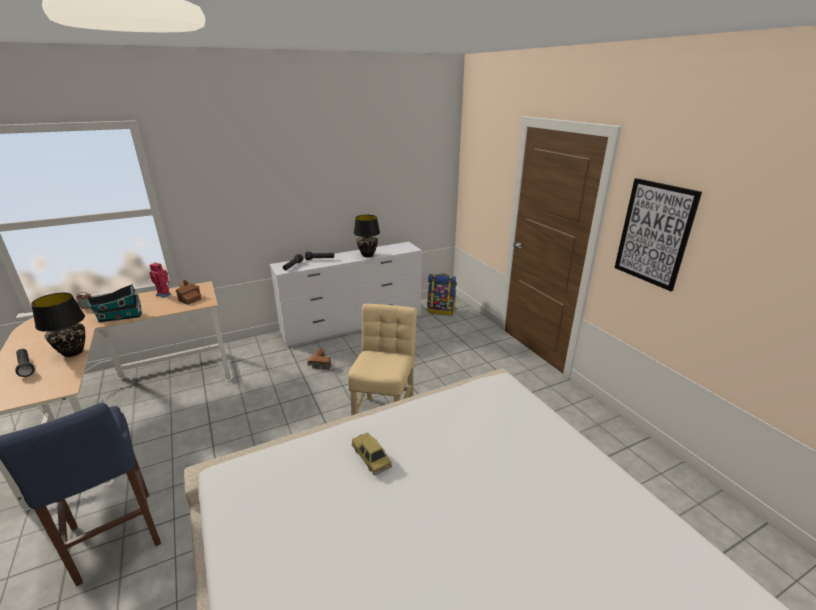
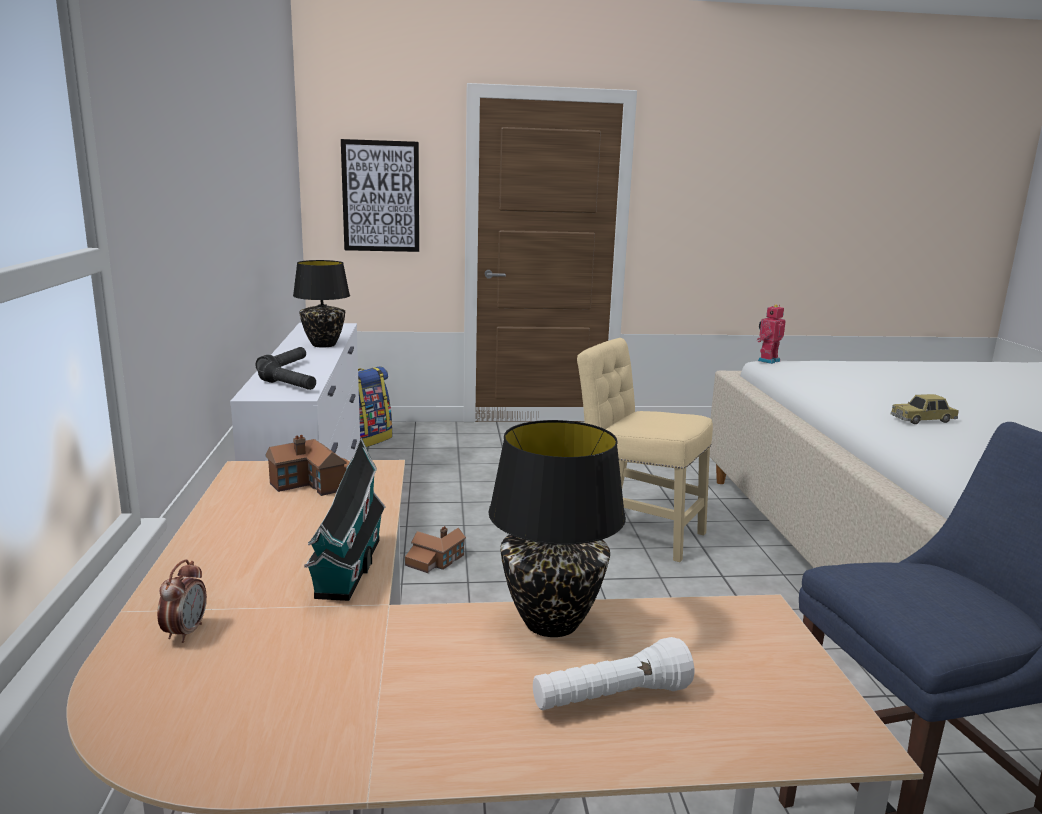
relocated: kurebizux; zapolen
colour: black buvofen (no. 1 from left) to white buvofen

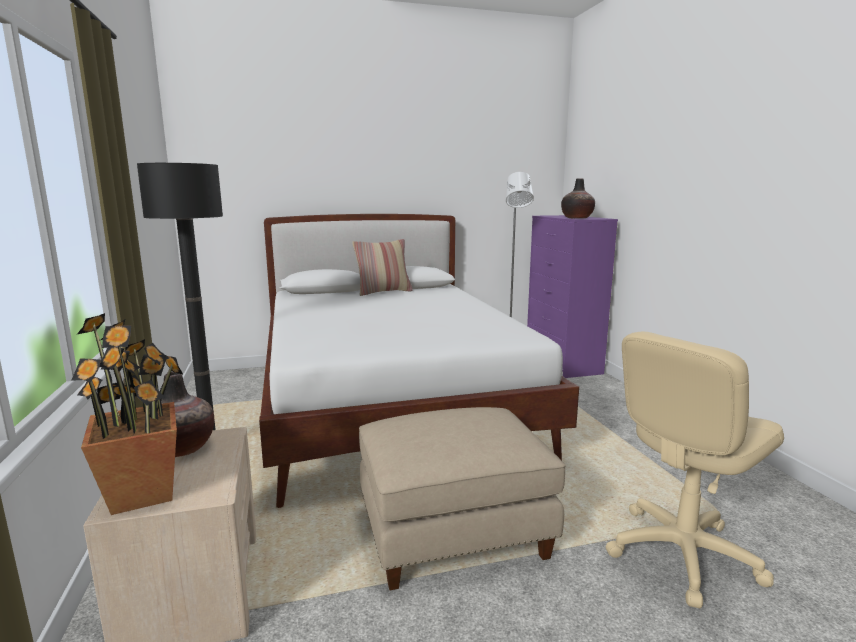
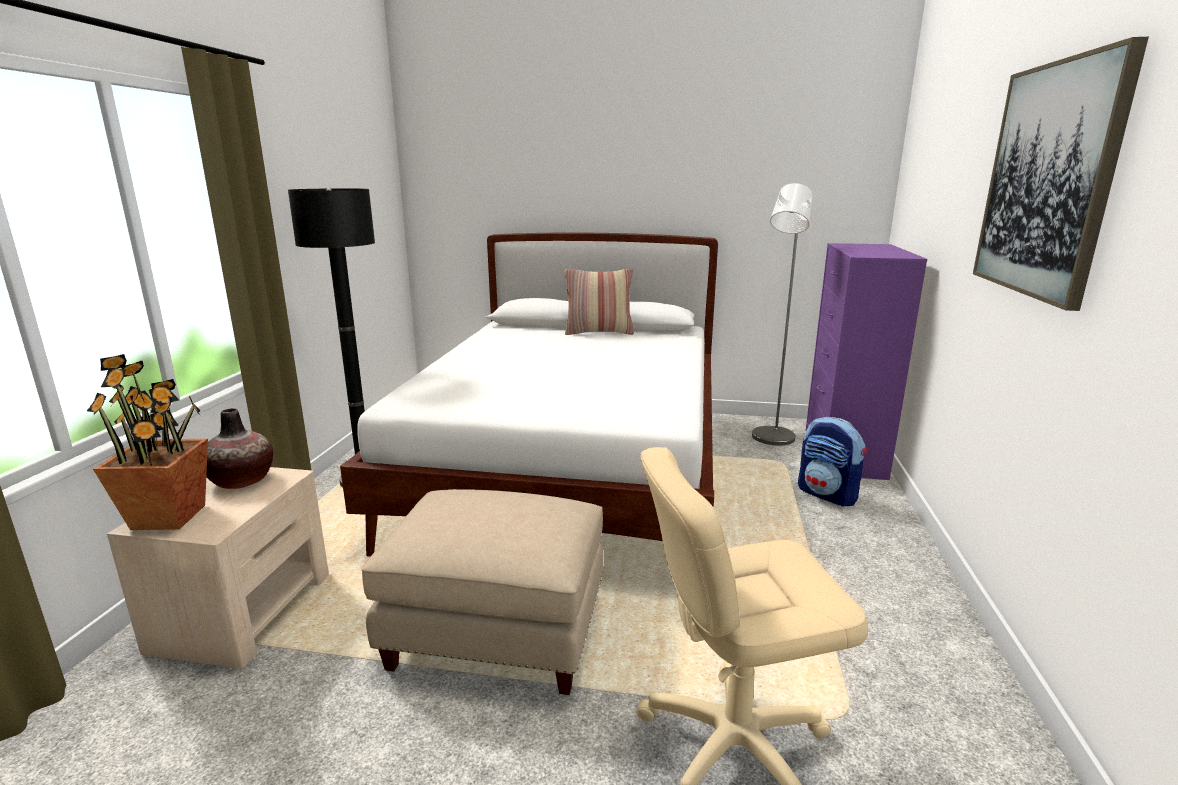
missing: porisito (no. 2 from left)
appeared: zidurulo; kurebizux

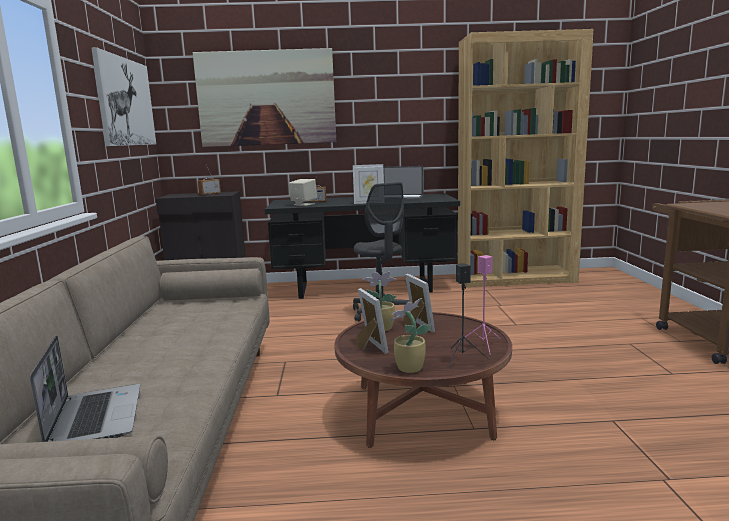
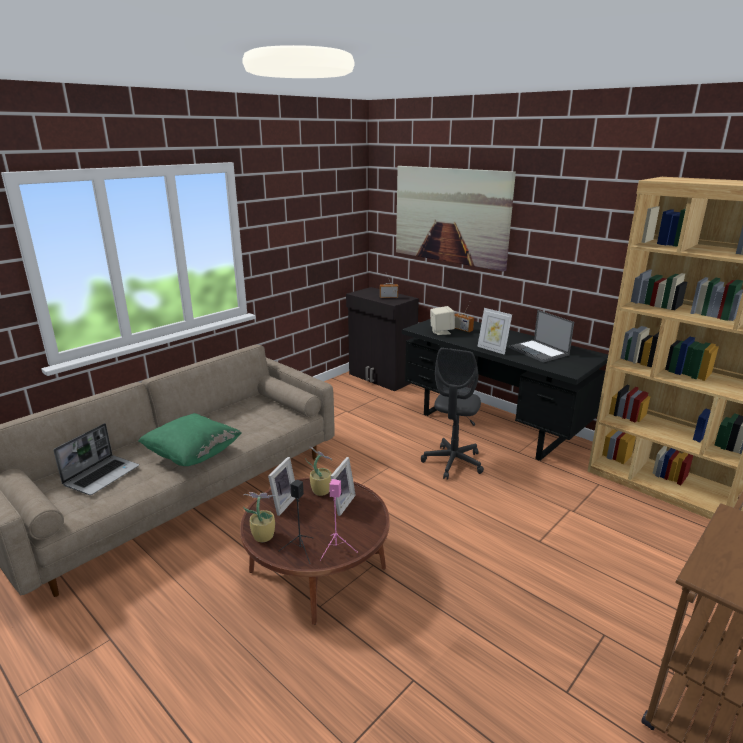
missing: kurebizux (no. 1 from left)
appeared: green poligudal

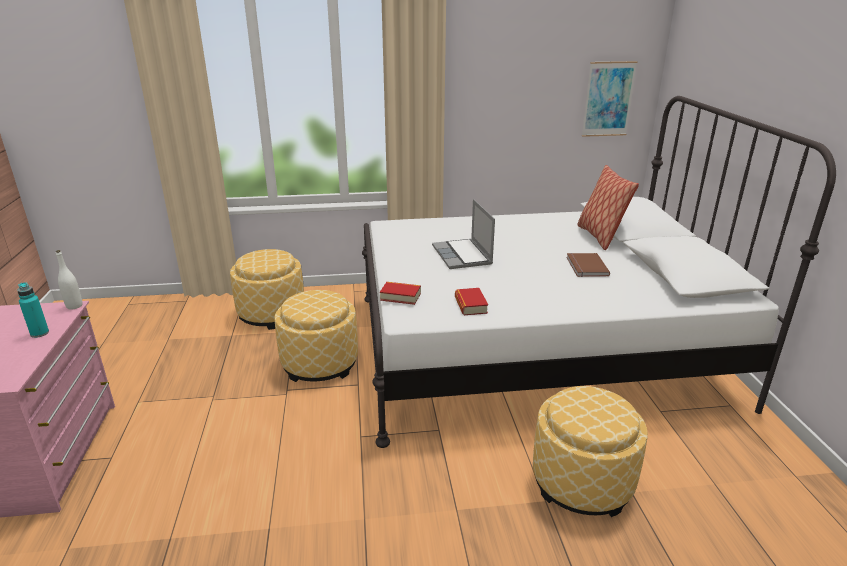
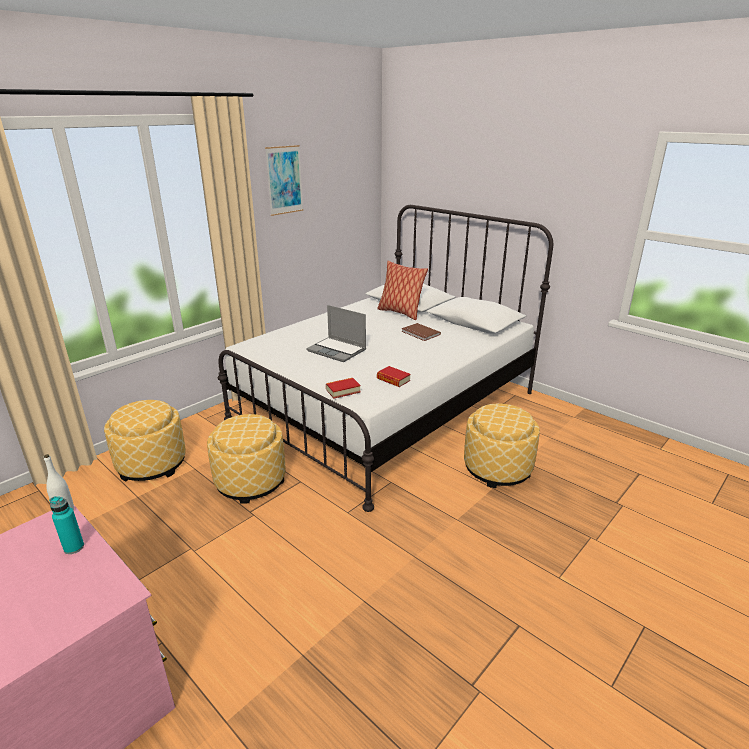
relocated: kurebizux

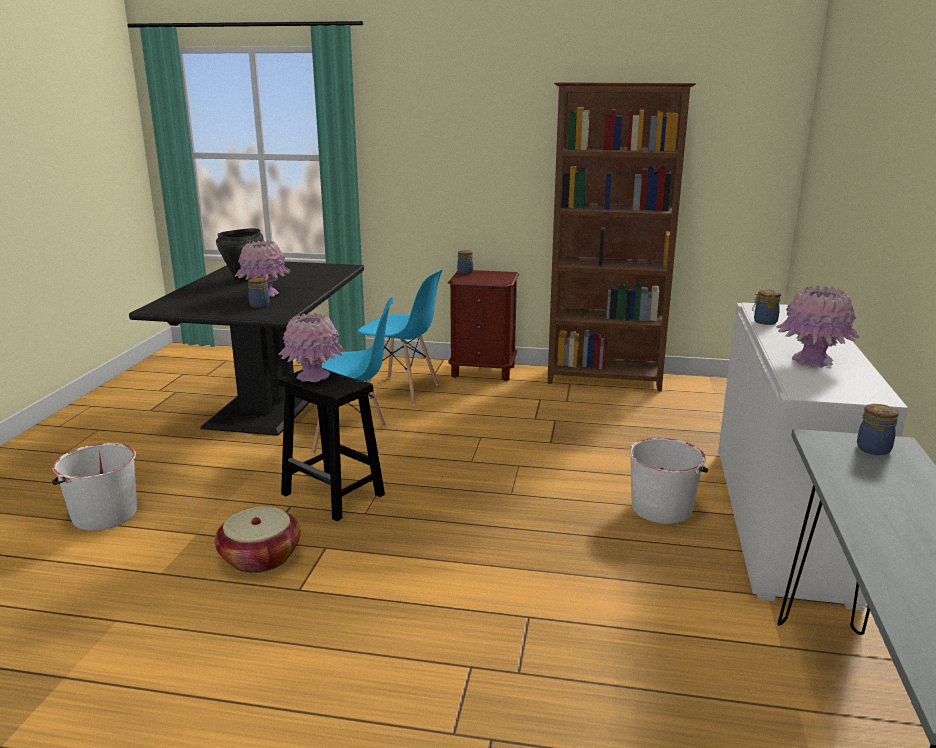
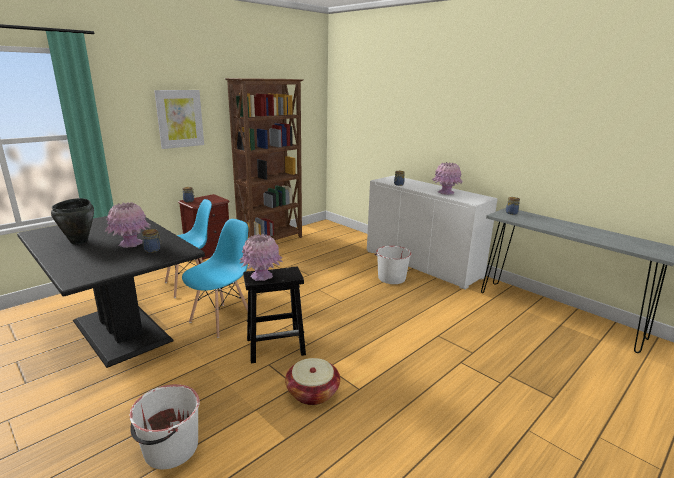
appeared: kurebizux

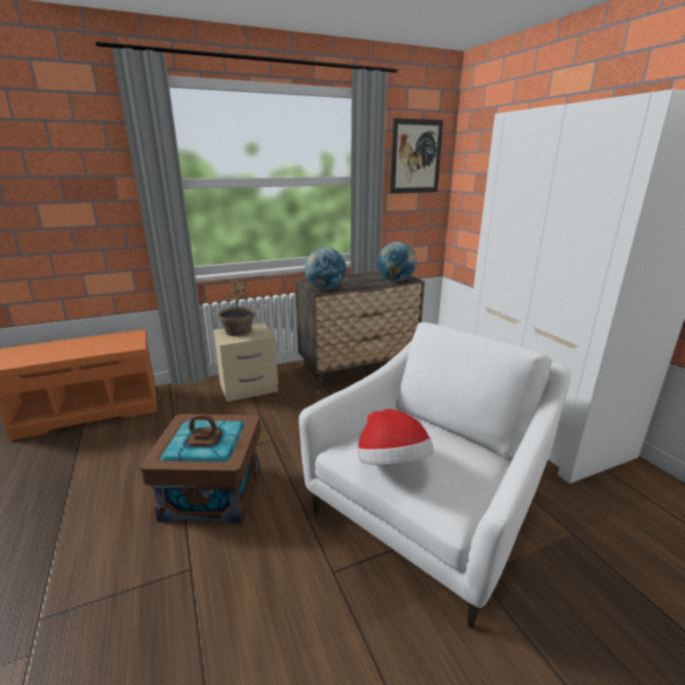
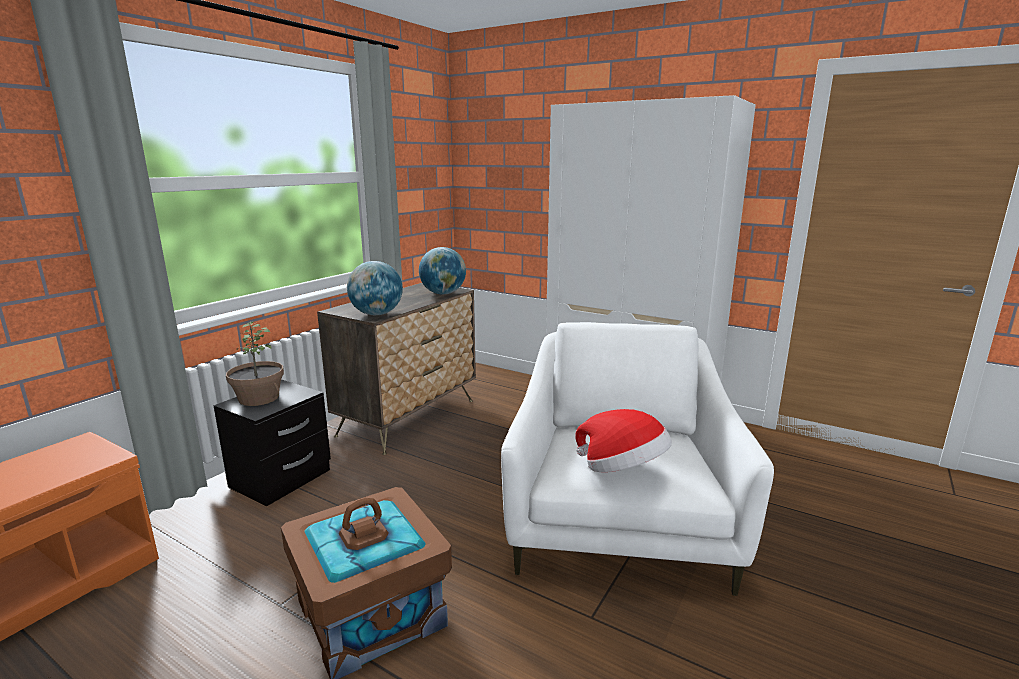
missing: kurebizux
colour: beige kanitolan to black kanitolan

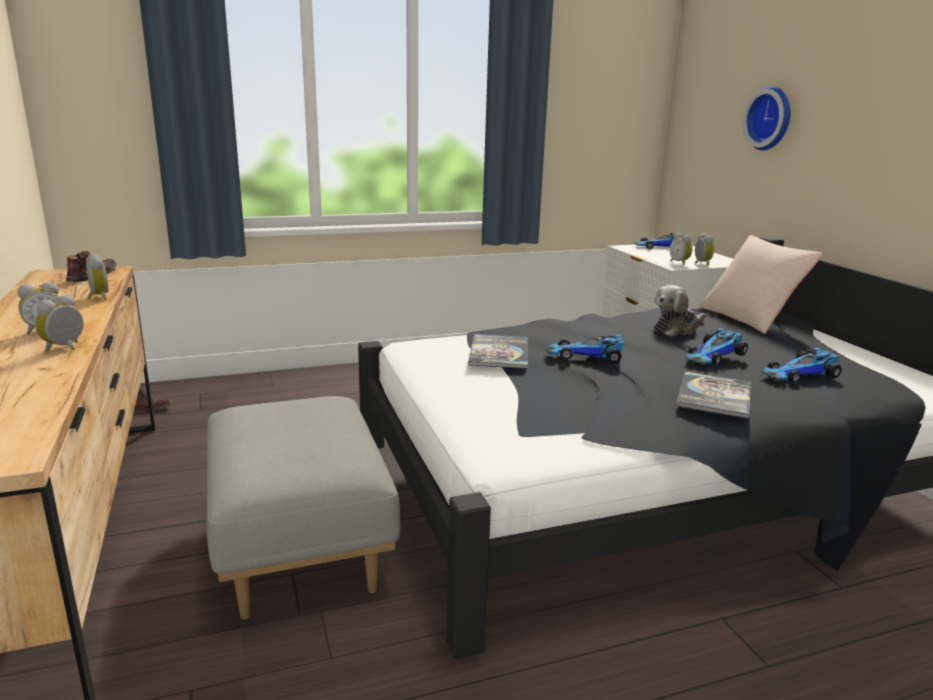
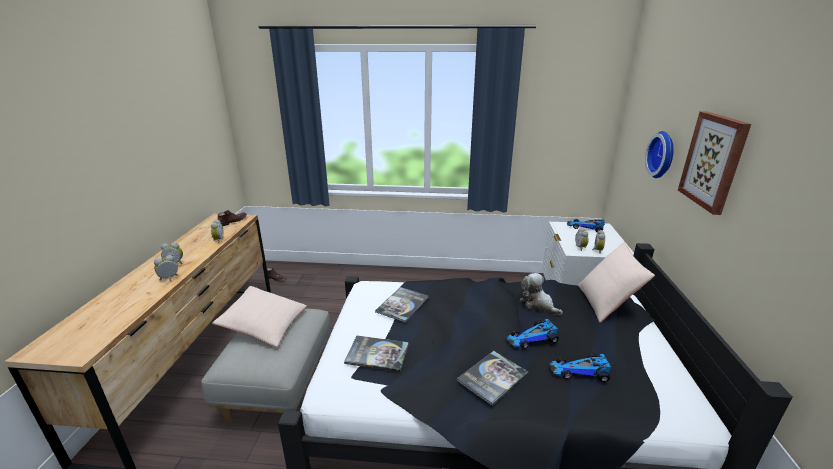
missing: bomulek (no. 1 from left)
appeared: beige poligudal (no. 1 from left); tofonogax (no. 1 from left); kurebizux
spun: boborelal 60 degrees clockwise

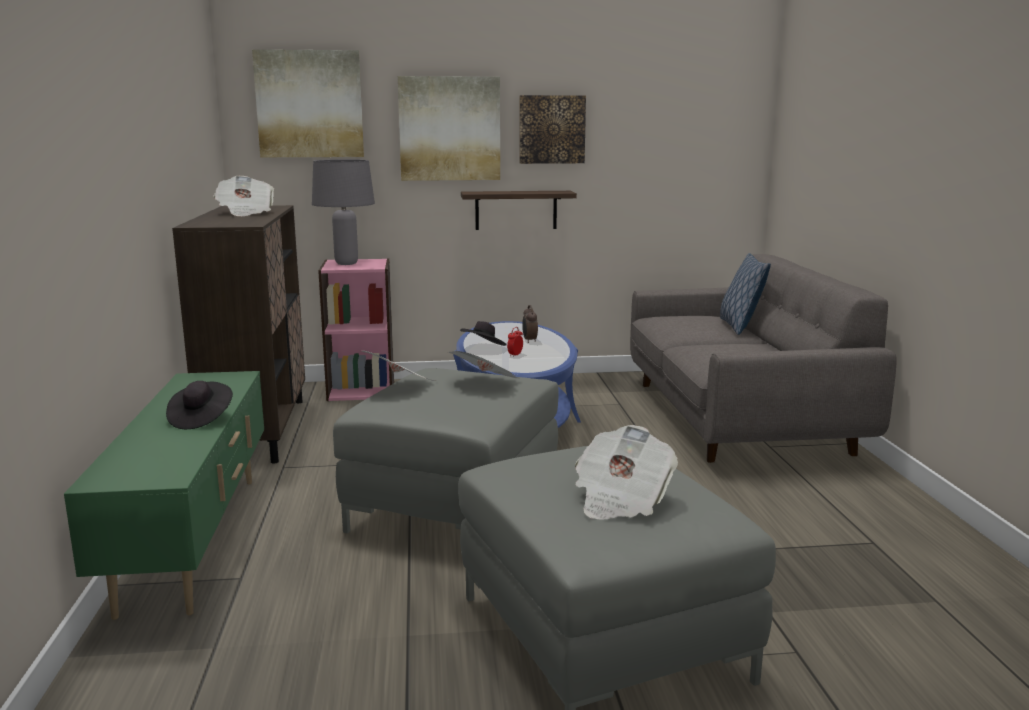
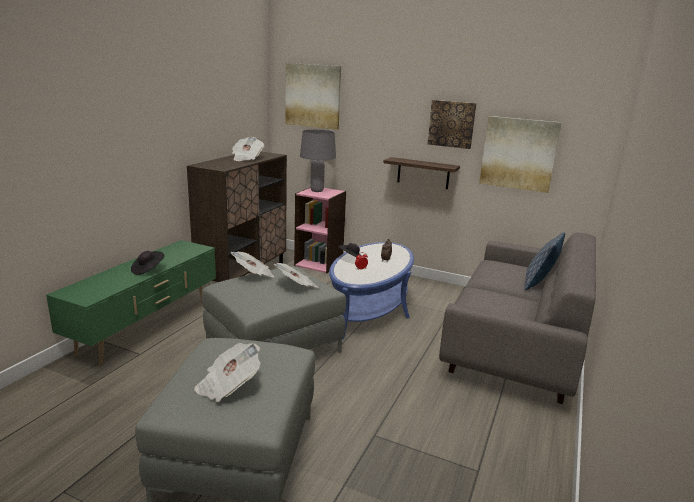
relocated: kurebizux (no. 2 from left in the first image) to kurebizux (no. 3 from left)

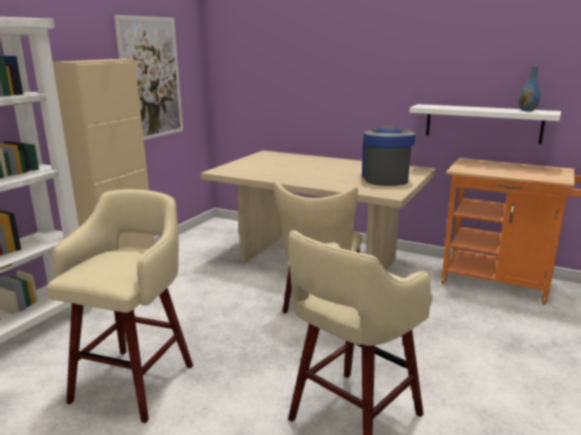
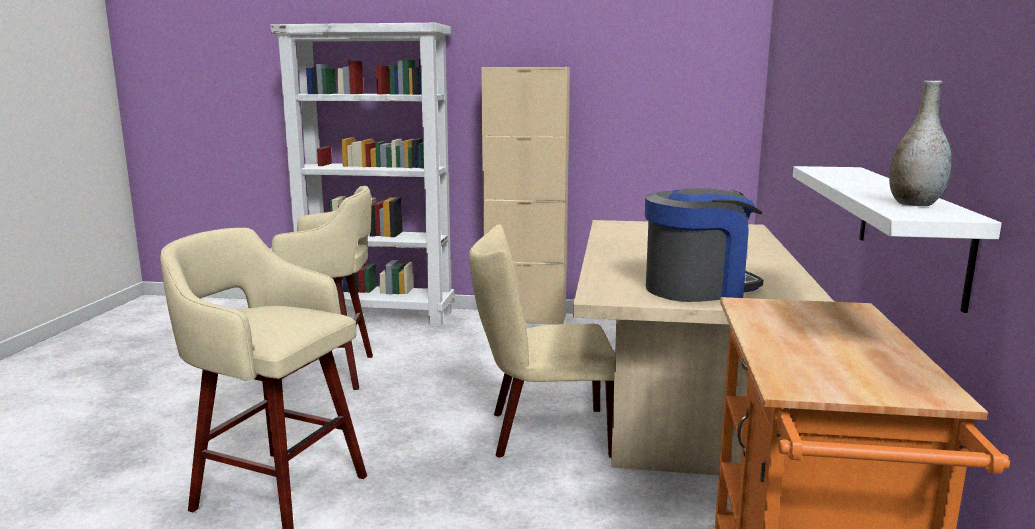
missing: kurebizux
colour: blue porisito to grey porisito

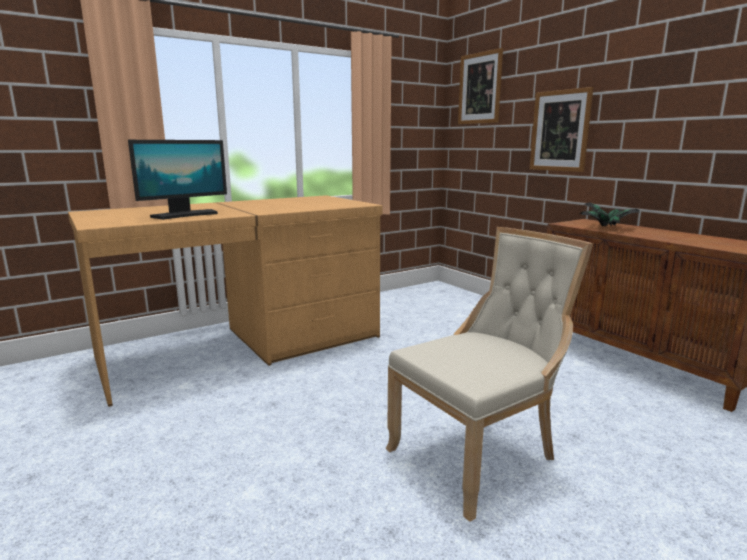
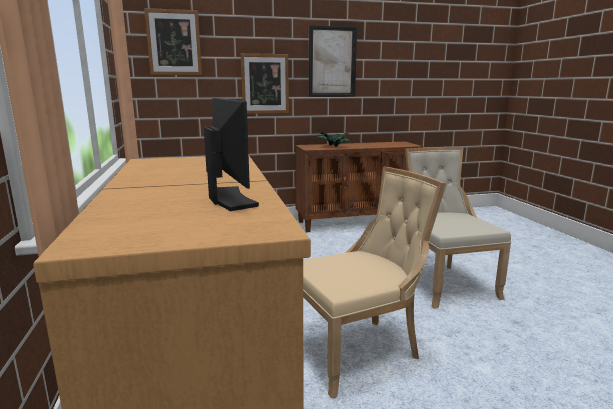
appeared: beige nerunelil (no. 1 from left); kurebizux (no. 3 from left)

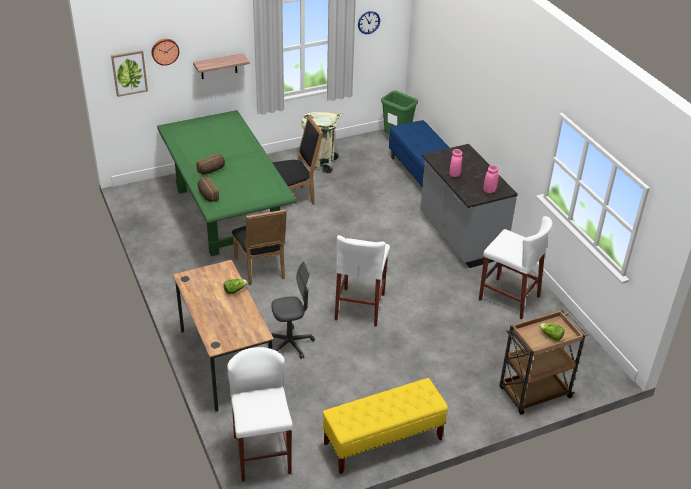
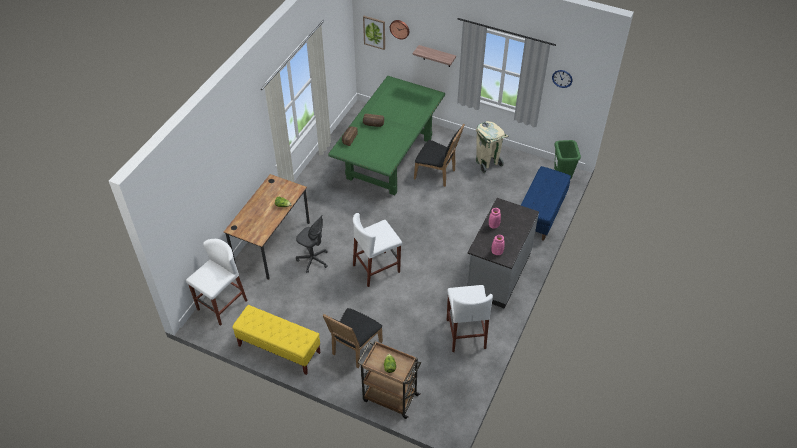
relocated: black nerunelil (no. 1 from left)

